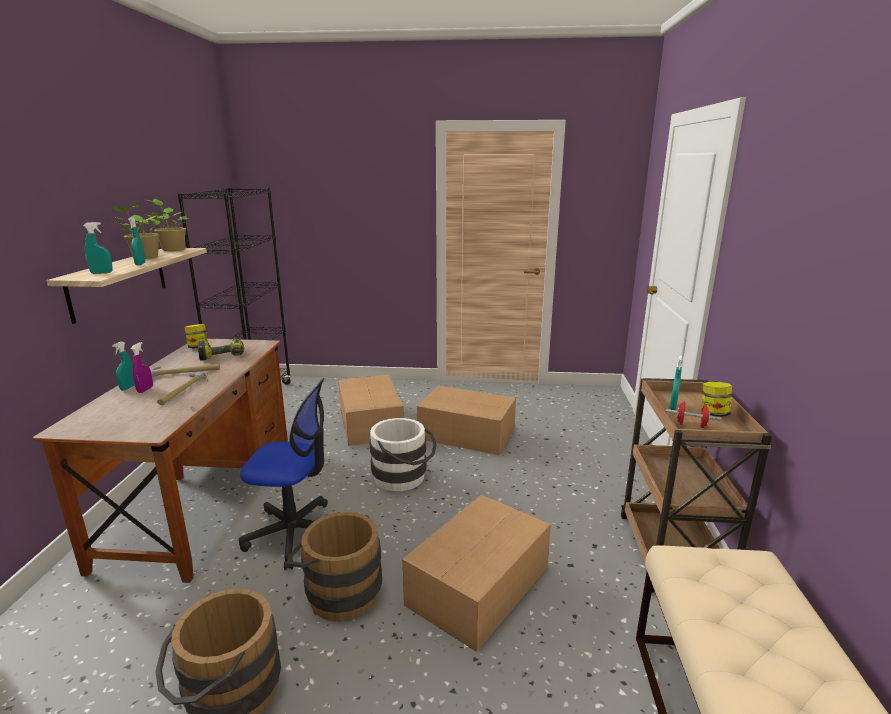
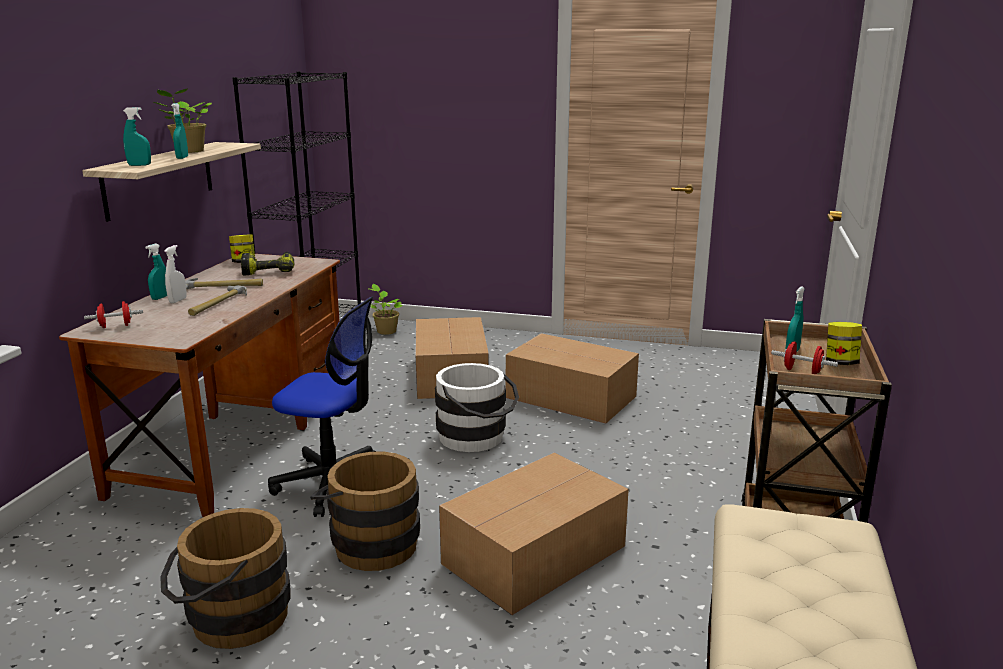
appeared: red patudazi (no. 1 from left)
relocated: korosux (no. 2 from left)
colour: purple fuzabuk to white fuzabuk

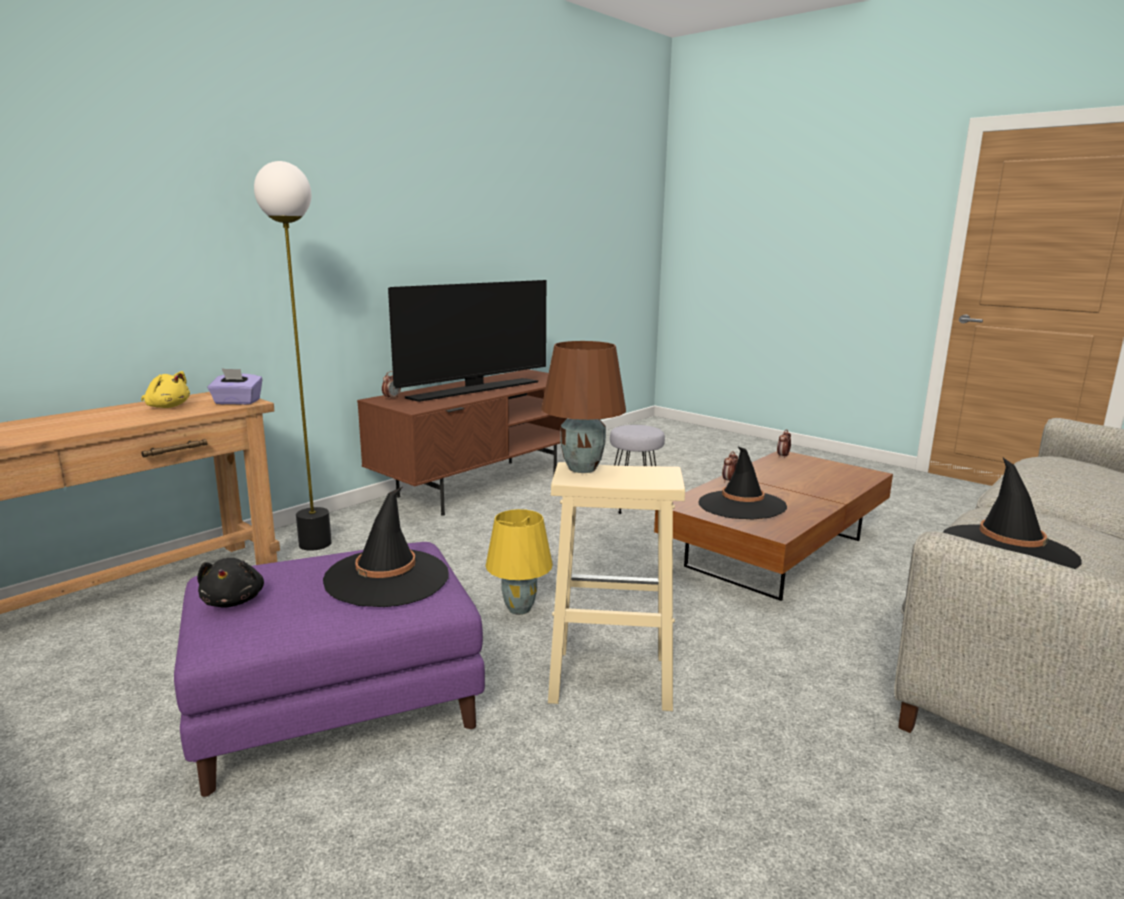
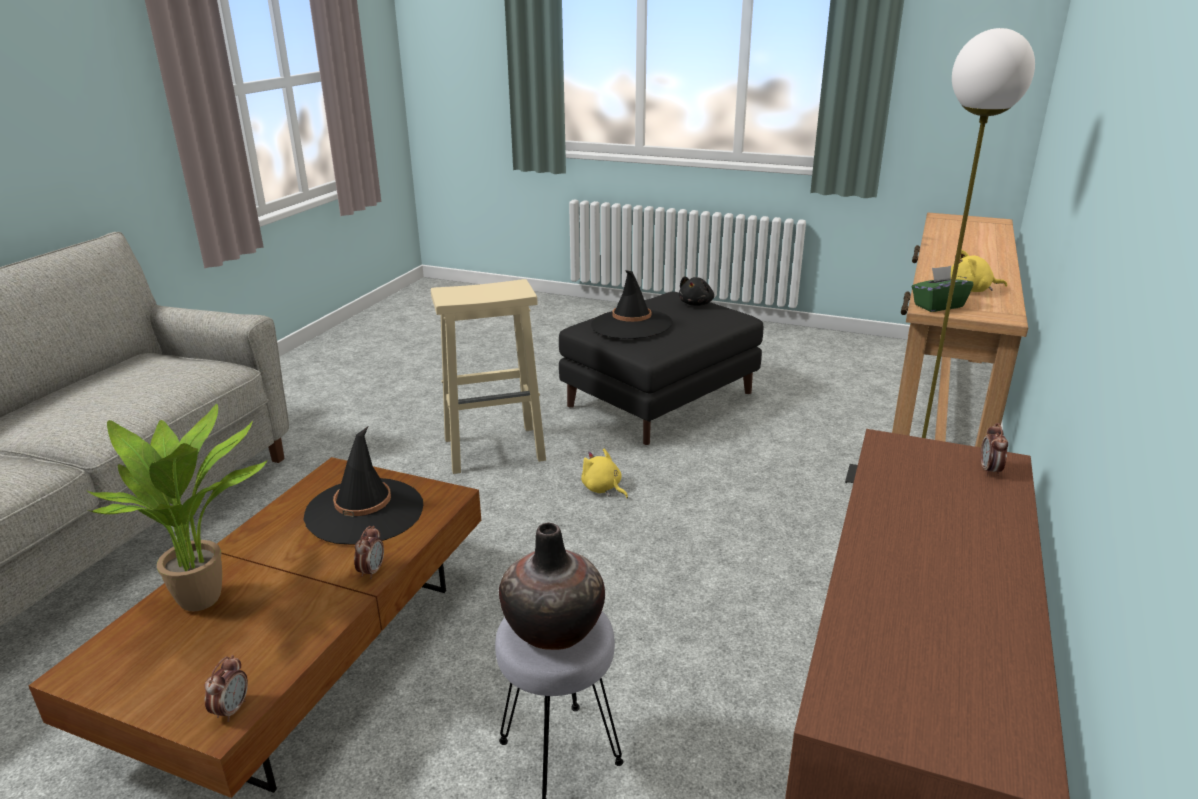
missing: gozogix; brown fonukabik; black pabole (no. 3 from left)
appeared: korosux; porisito
exchanged: yellow fonukabik to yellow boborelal (no. 1 from left)
colour: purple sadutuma to black sadutuma; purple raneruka to green raneruka
spun: black boborelal 120 degrees counterclockwise

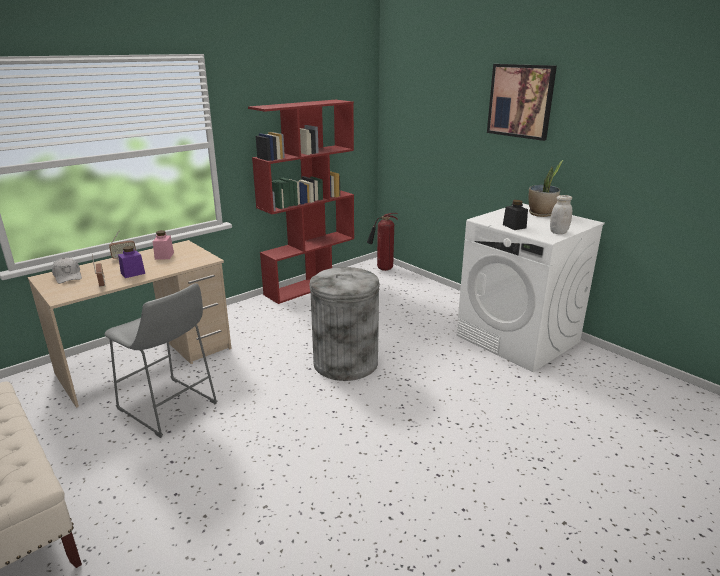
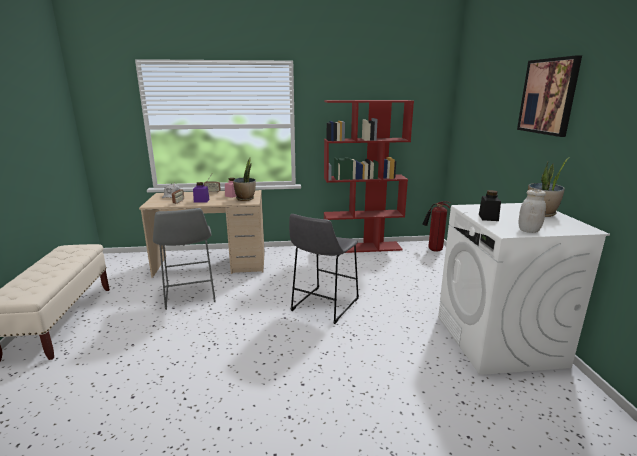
appeared: korosux (no. 1 from left)
exchanged: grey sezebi to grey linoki (no. 2 from left)

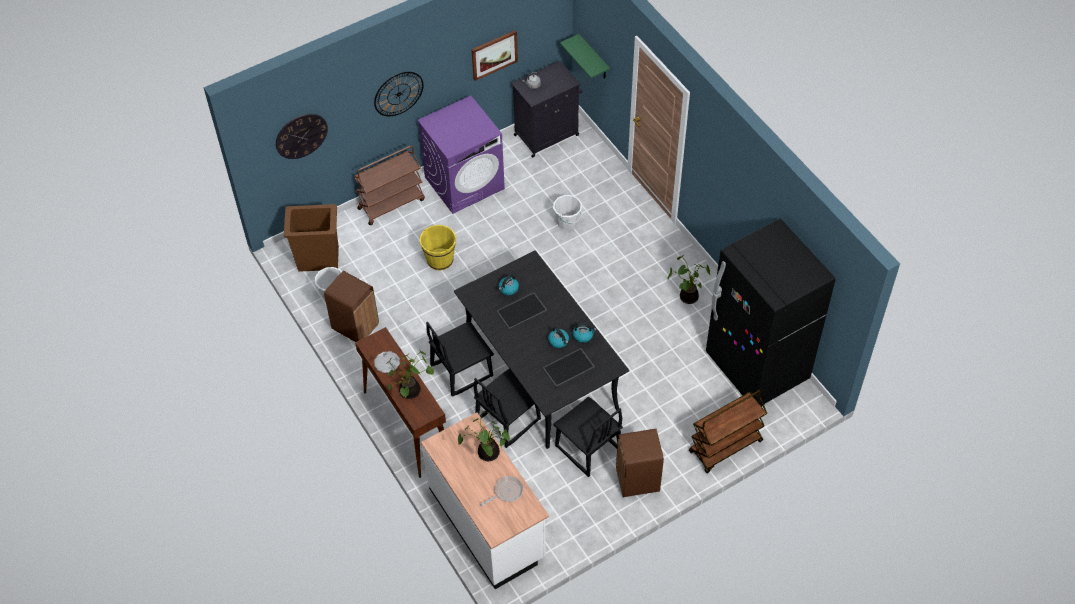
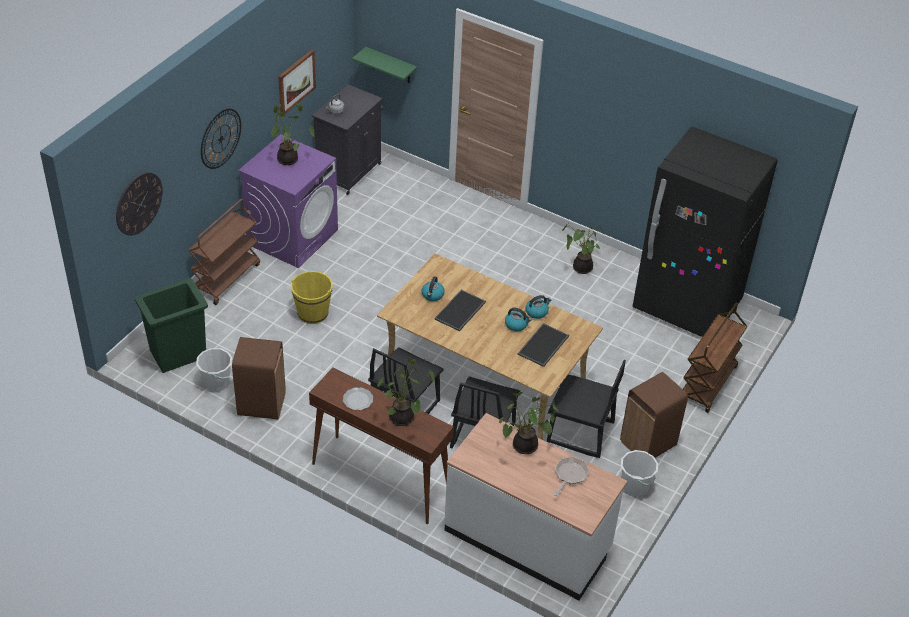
appeared: korosux (no. 1 from left)
relocated: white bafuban (no. 2 from left)
colour: brown sezebi (no. 1 from left) to green sezebi; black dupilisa to beige dupilisa

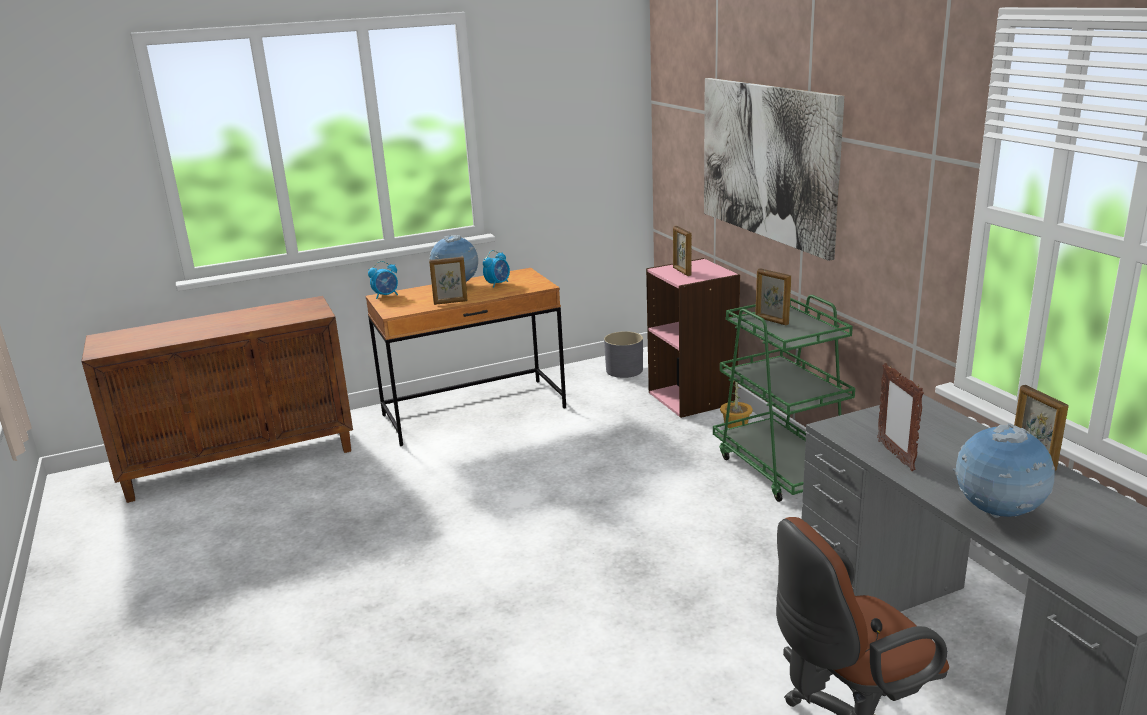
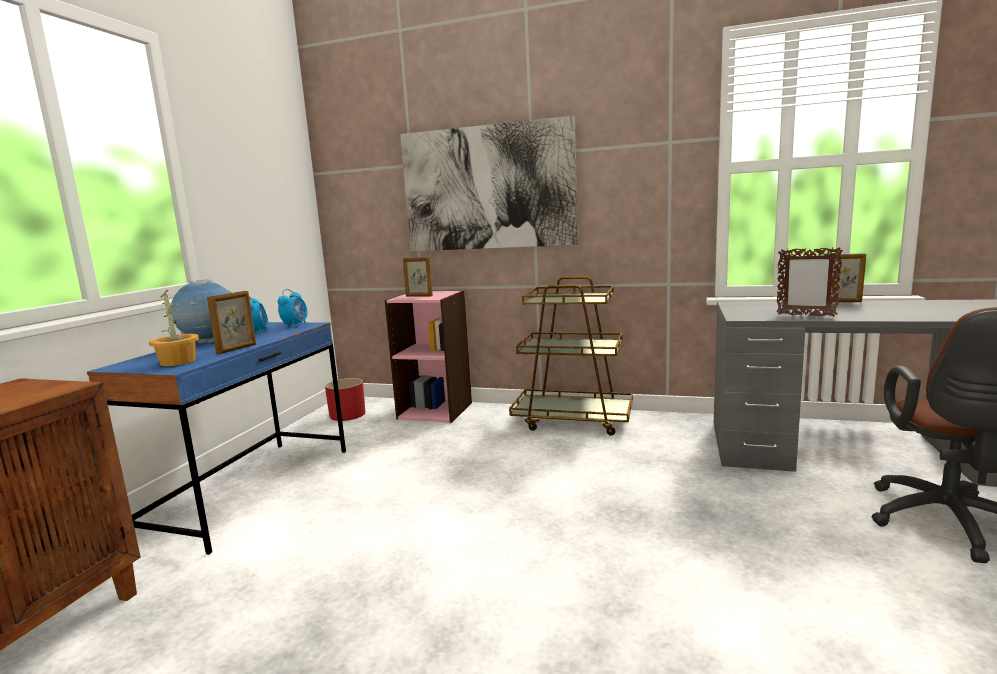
missing: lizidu (no. 3 from left); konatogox (no. 2 from left)
relocated: korosux; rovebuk (no. 1 from left in the first image) to rovebuk (no. 2 from left)
colour: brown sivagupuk to blue sivagupuk; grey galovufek to red galovufek; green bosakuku to brown bosakuku

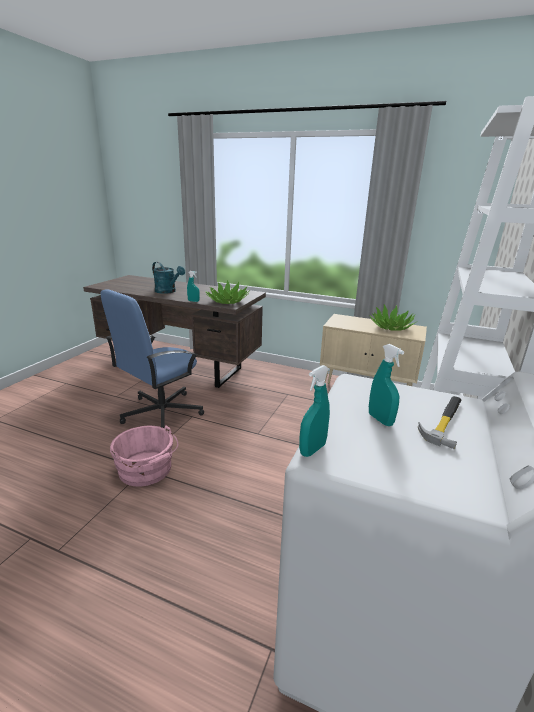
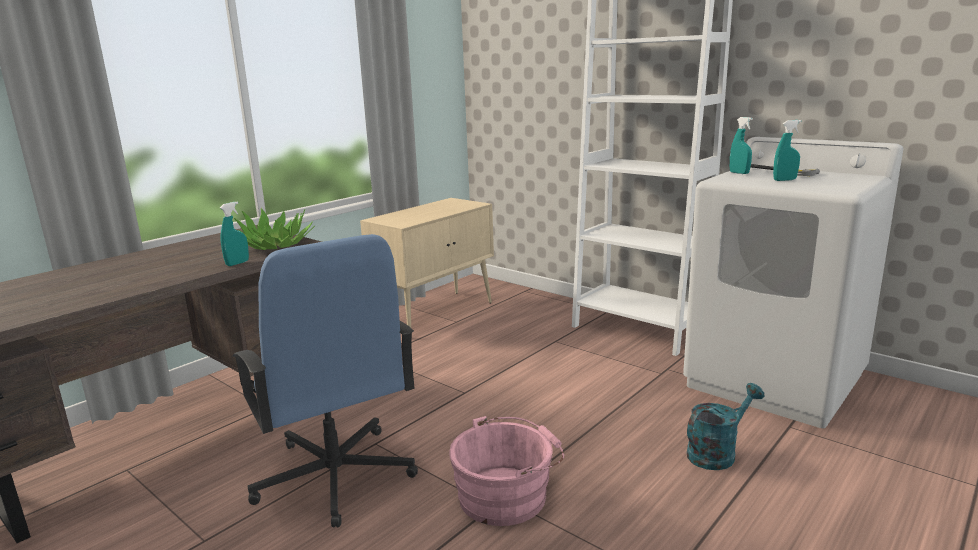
missing: korosux (no. 2 from left)
relocated: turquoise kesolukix; turquoise fuzabuk (no. 2 from left)

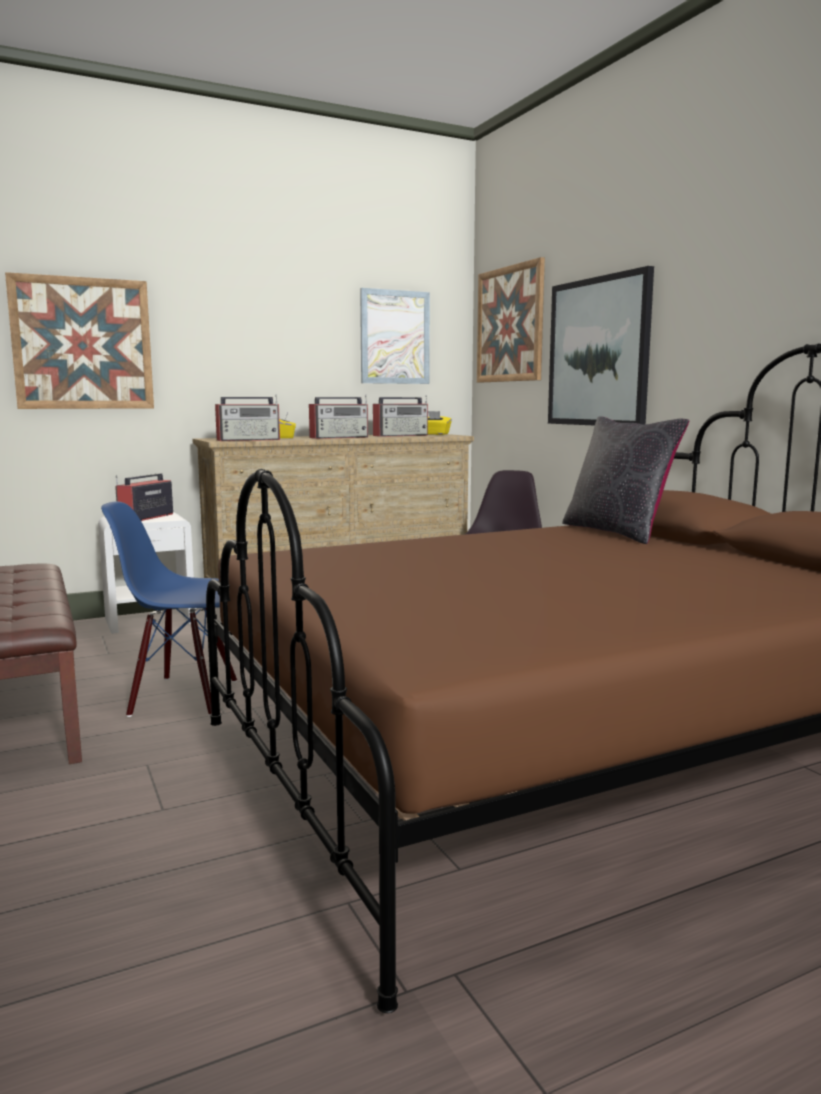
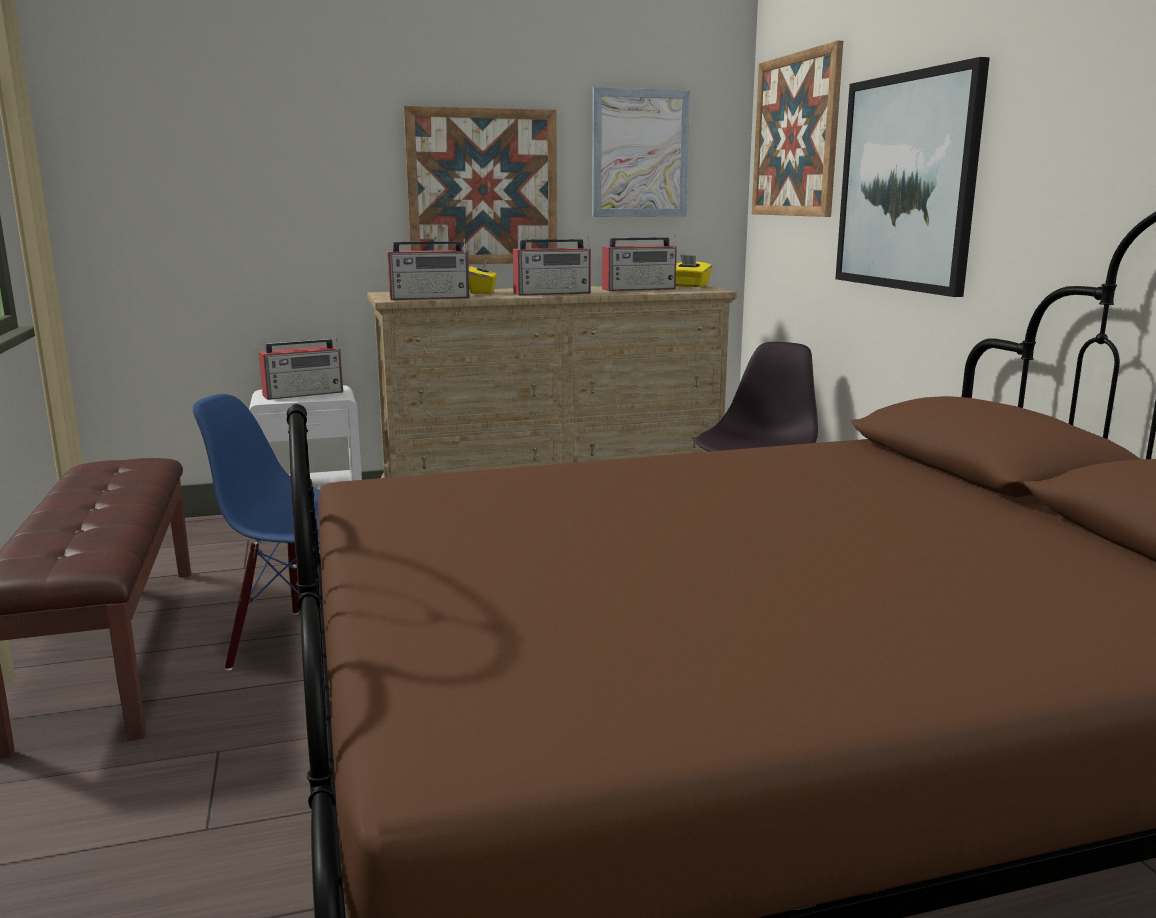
missing: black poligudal
relocated: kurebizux (no. 1 from left)
spun: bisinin (no. 1 from left) 150 degrees counterclockwise

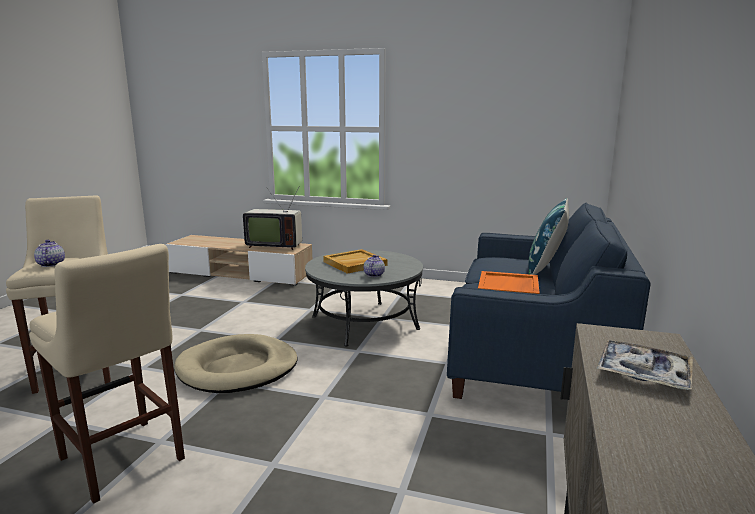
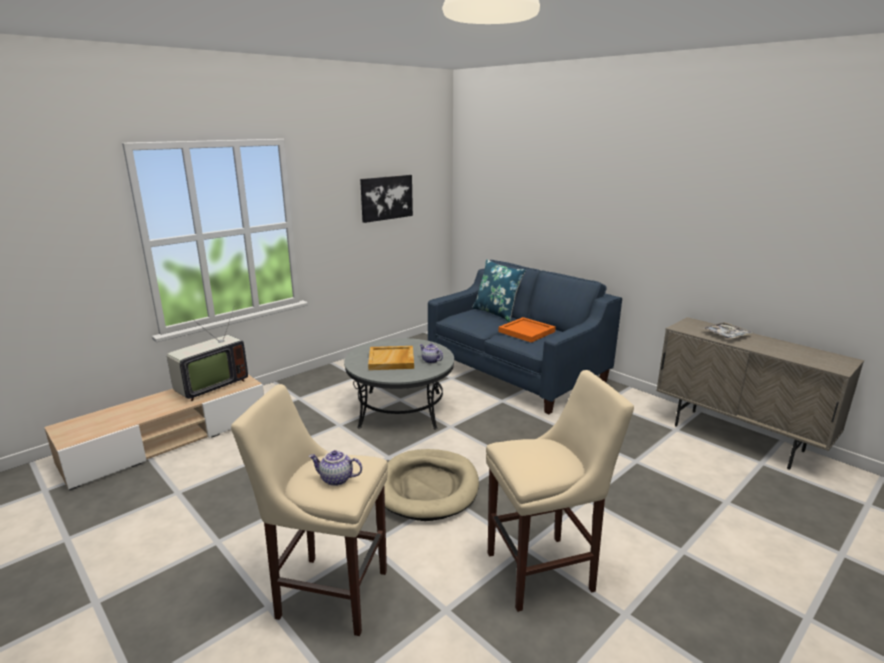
appeared: kurebizux

